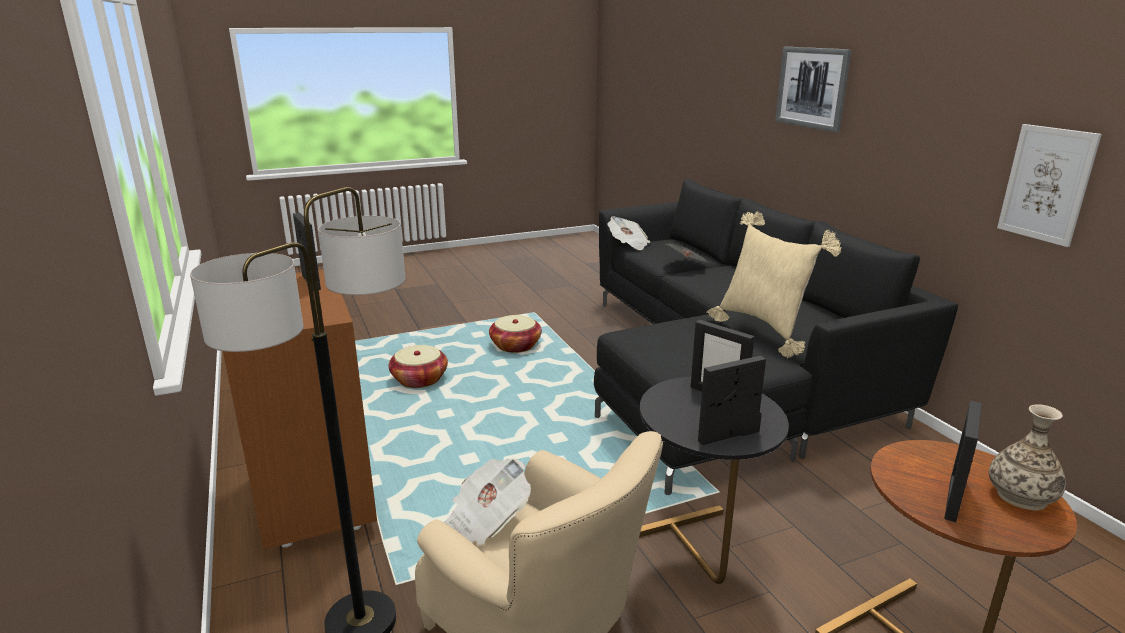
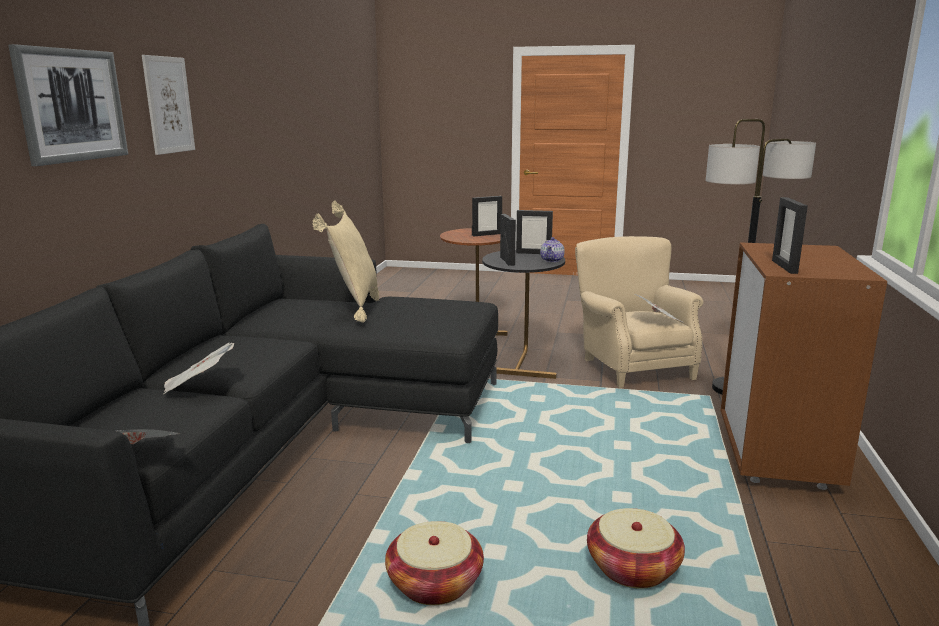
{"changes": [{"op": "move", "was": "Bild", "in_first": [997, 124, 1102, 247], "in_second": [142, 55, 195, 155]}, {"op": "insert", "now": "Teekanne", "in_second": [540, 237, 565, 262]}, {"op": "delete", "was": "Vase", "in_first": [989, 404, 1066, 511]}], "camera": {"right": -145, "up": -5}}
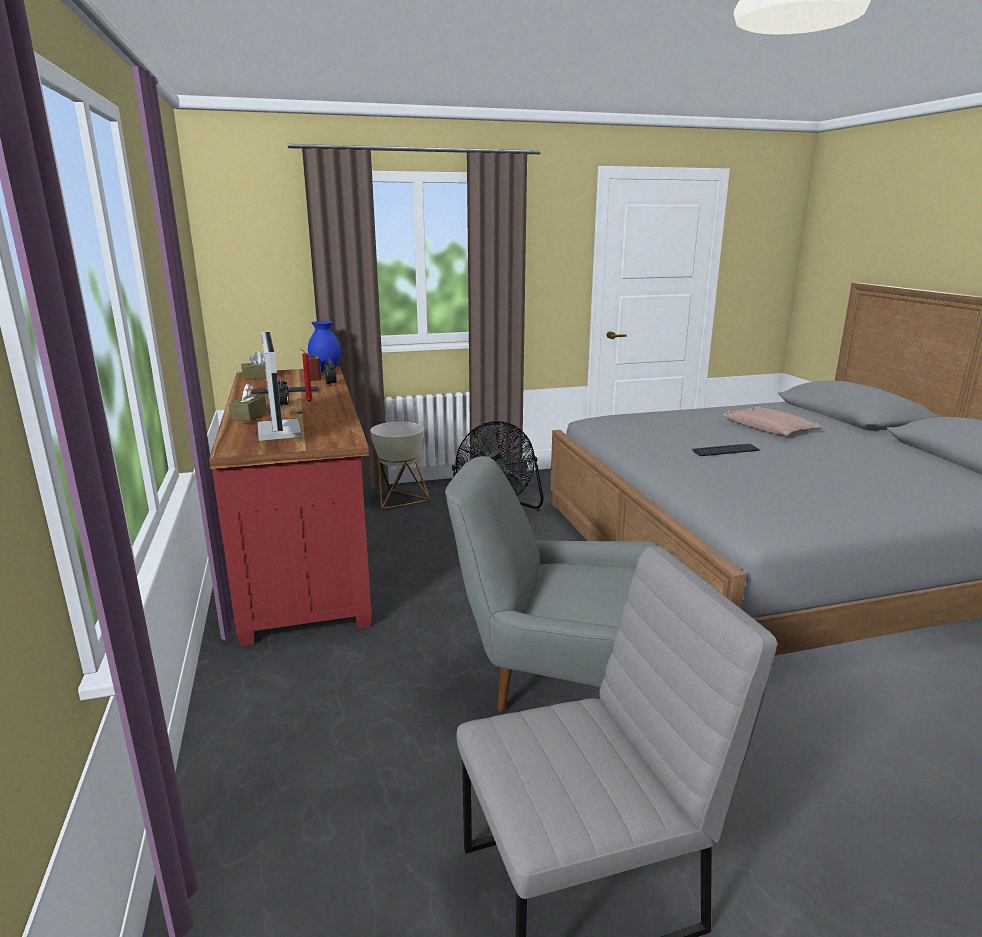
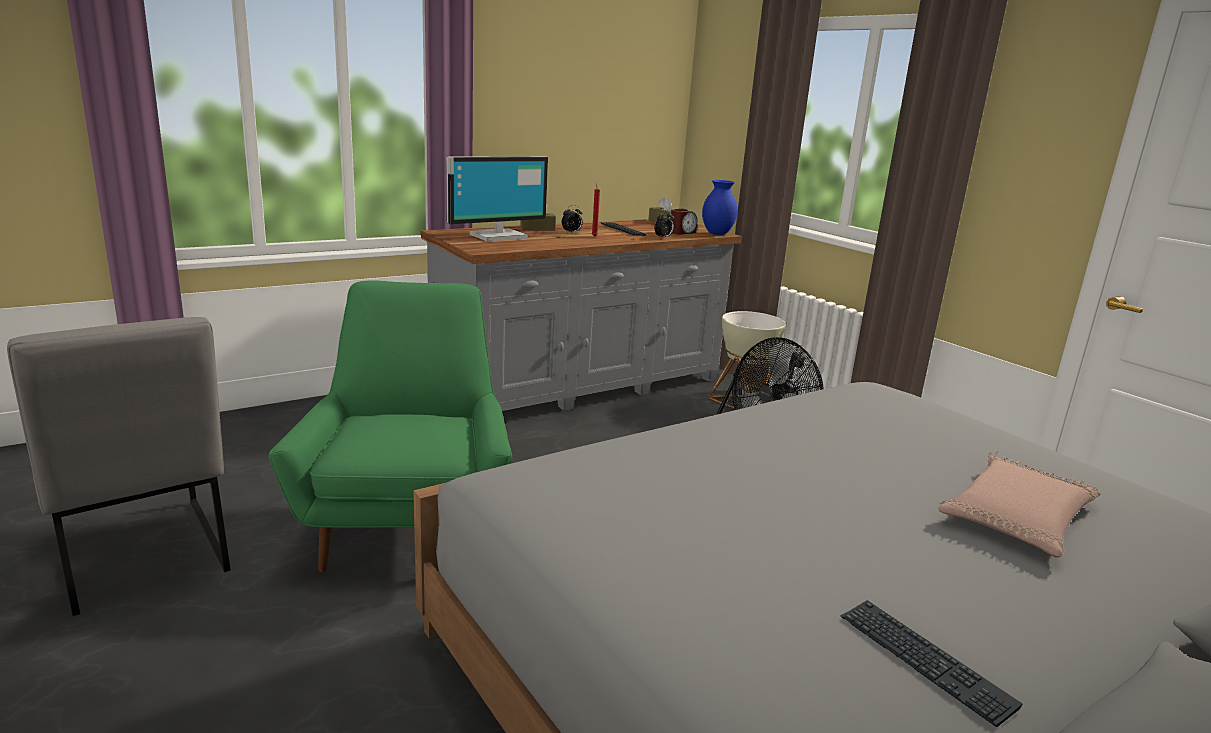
{"changes": [{"op": "recolor", "was": "Sessel/grau", "now": "Sessel/grün", "in_first": [445, 456, 658, 712], "in_second": [269, 280, 512, 572]}, {"op": "recolor", "was": "Kommode/rot", "now": "Kommode/grau", "in_first": [209, 367, 372, 646], "in_second": [421, 219, 742, 411]}, {"op": "move", "was": "Tastatur", "in_first": [692, 443, 760, 456], "in_second": [840, 600, 1023, 727]}], "camera": {"right": 70, "up": 0}}
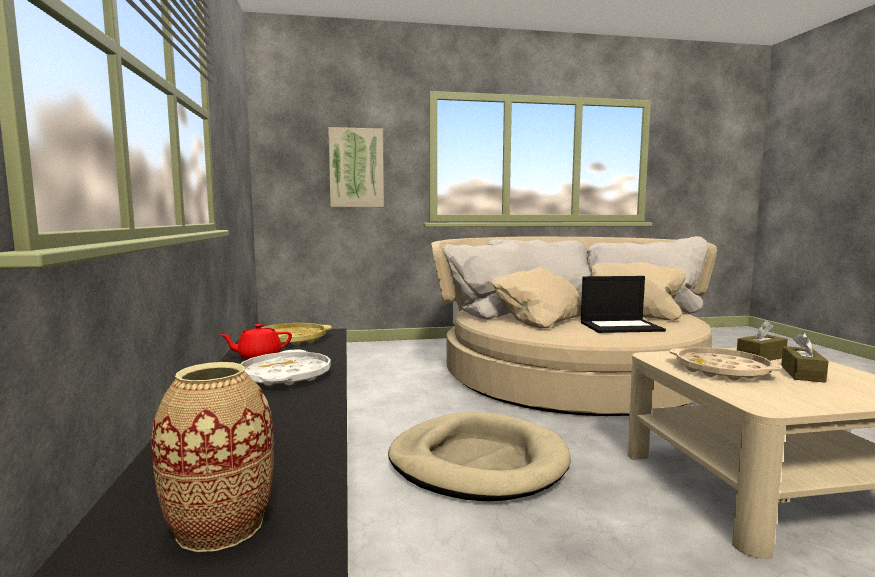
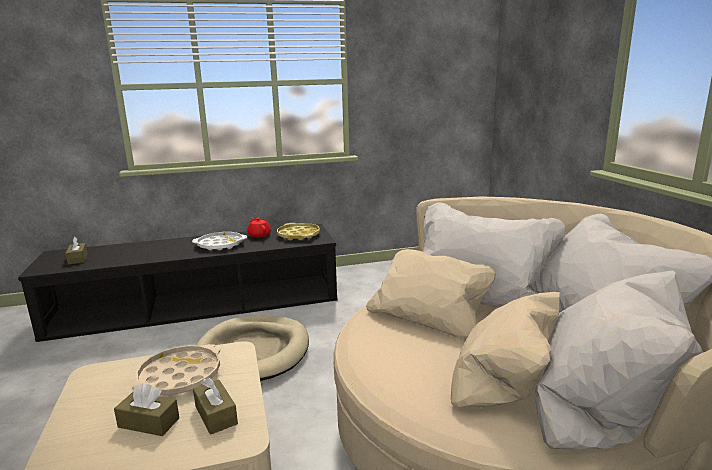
{"changes": [{"op": "replace", "was": "Vase", "now": "Taschentuchbox/braun", "in_first": [151, 362, 274, 552], "in_second": [65, 237, 88, 265]}, {"op": "delete", "was": "Bild", "in_first": [328, 127, 384, 207]}, {"op": "delete", "was": "Laptop", "in_first": [581, 276, 666, 333]}], "camera": {"right": 85, "up": 10}}
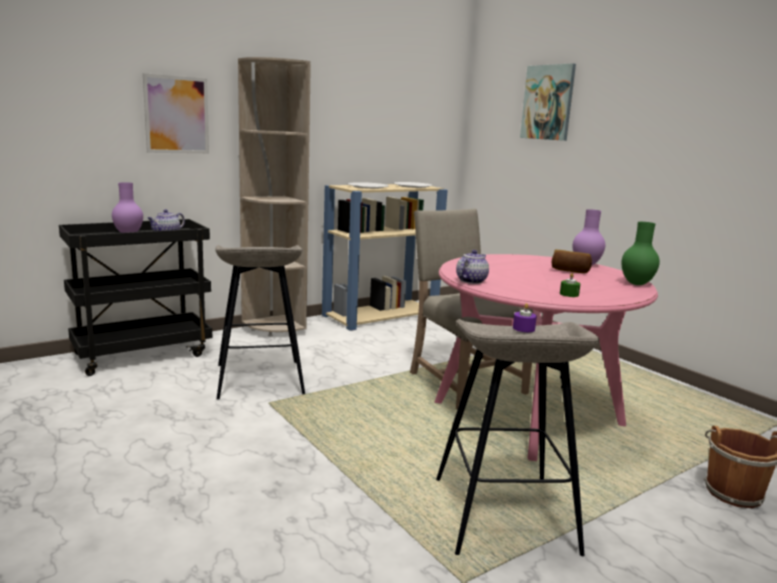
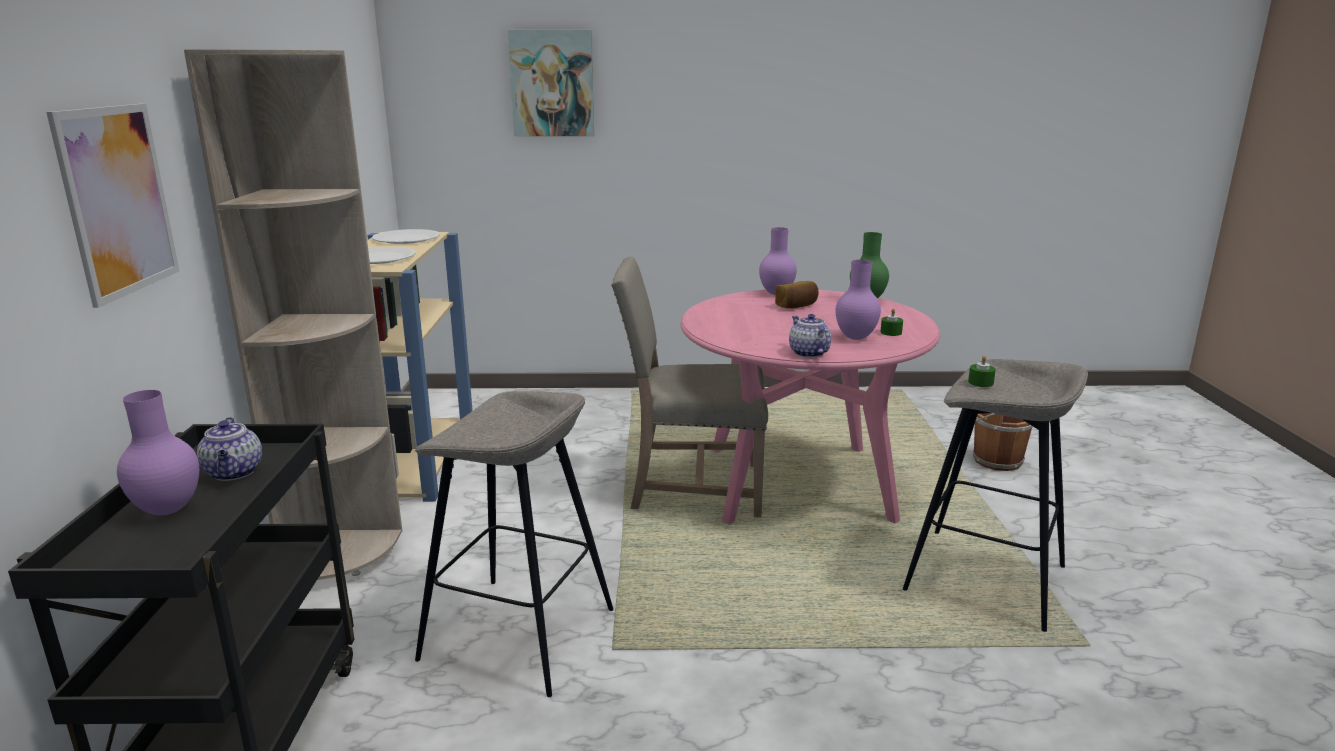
{"changes": [{"op": "insert", "now": "Vase/lila", "in_second": [835, 260, 881, 340]}, {"op": "recolor", "was": "Kerze/lila", "now": "Kerze/grün", "in_first": [513, 303, 537, 332], "in_second": [968, 355, 996, 387]}], "camera": {"right": -55, "up": 5}}
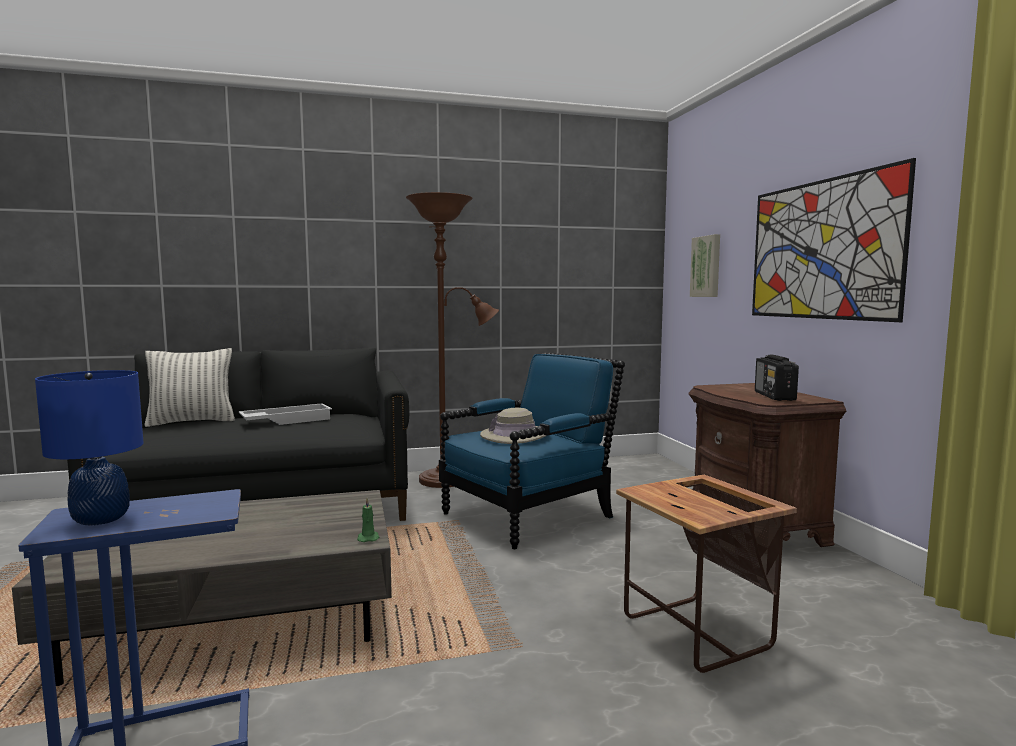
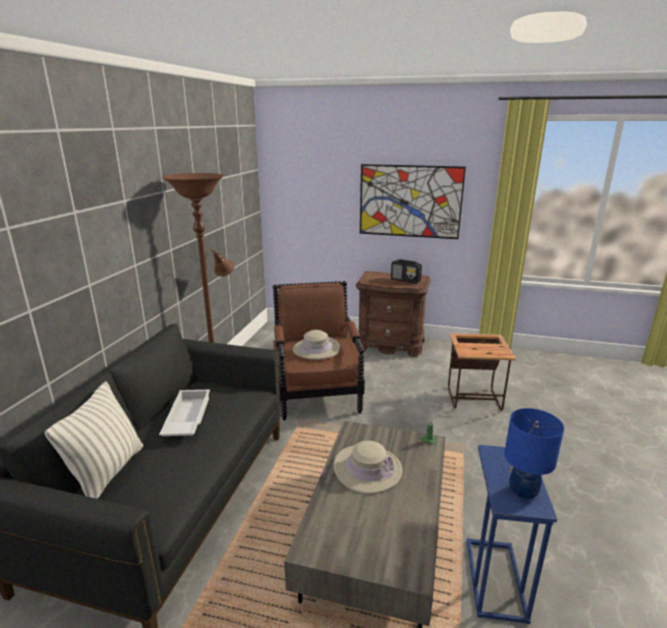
{"changes": [{"op": "recolor", "was": "Sessel/blau", "now": "Sessel/braun", "in_first": [439, 352, 625, 549], "in_second": [273, 281, 365, 420]}, {"op": "insert", "now": "Hut/beige", "in_second": [334, 441, 402, 494]}, {"op": "delete", "was": "Bild", "in_first": [690, 234, 720, 297]}], "camera": {"right": -60, "up": 15}}
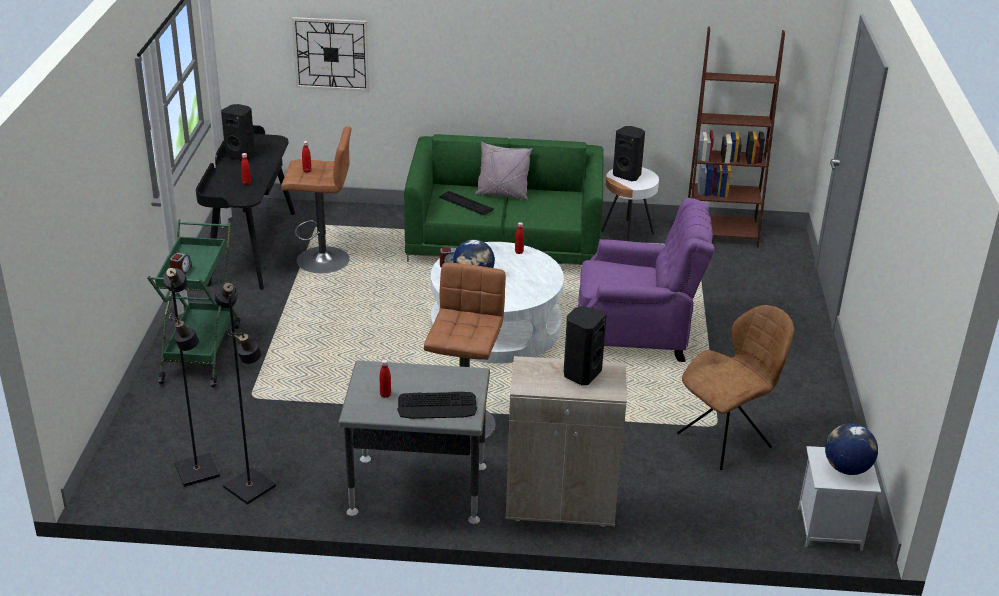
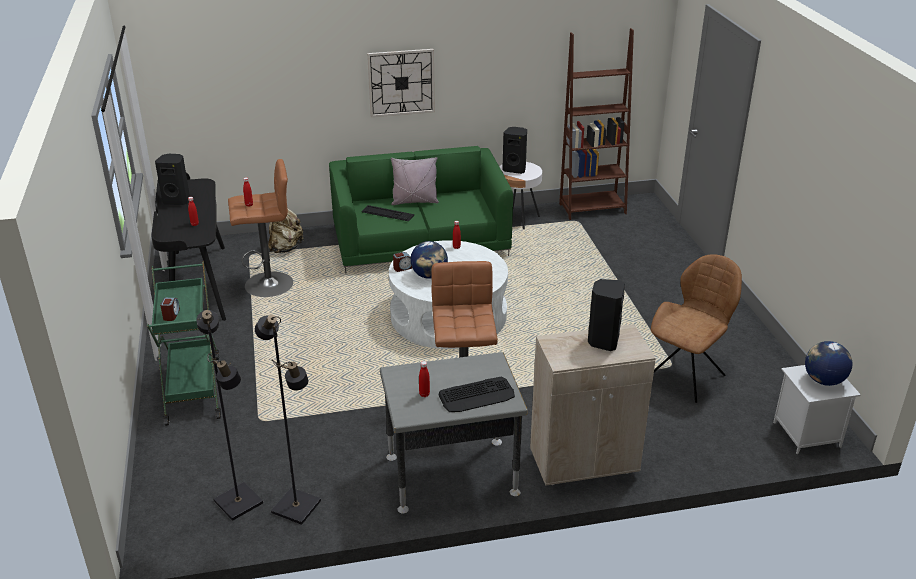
{"changes": [{"op": "insert", "now": "Rucksack/beige", "in_second": [268, 209, 304, 253]}, {"op": "move", "was": "Wanduhr", "in_first": [292, 17, 369, 92], "in_second": [367, 49, 435, 117]}, {"op": "delete", "was": "Sessel/lila", "in_first": [578, 198, 714, 362]}], "camera": {"right": -15, "up": 0}}
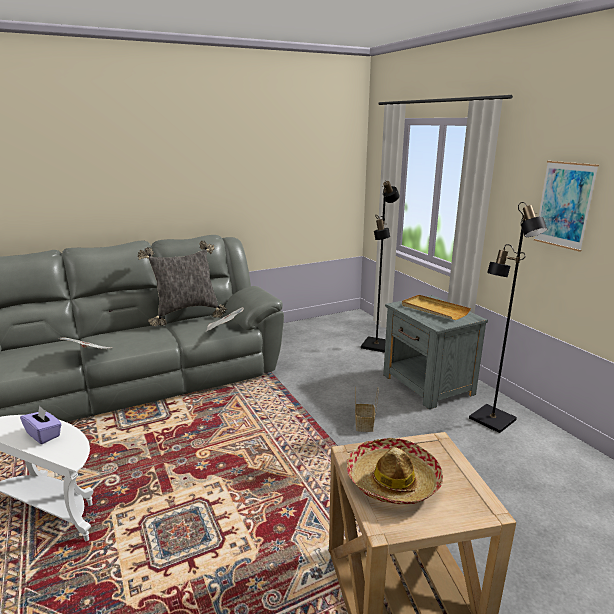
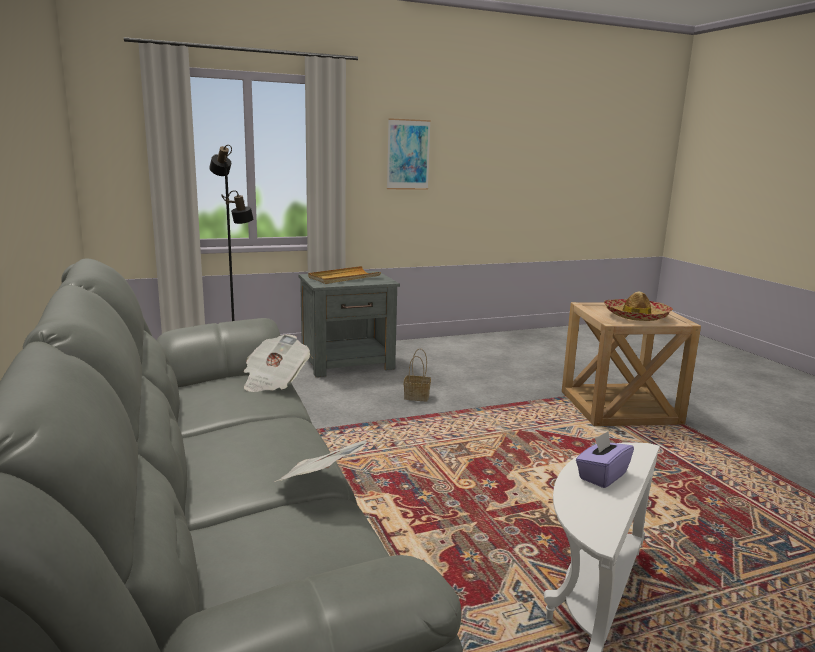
{"changes": [{"op": "delete", "was": "Kissen", "in_first": [138, 240, 228, 326]}, {"op": "delete", "was": "Stehlampe/schwarz", "in_first": [469, 202, 547, 433]}], "camera": {"right": -85, "up": -5}}
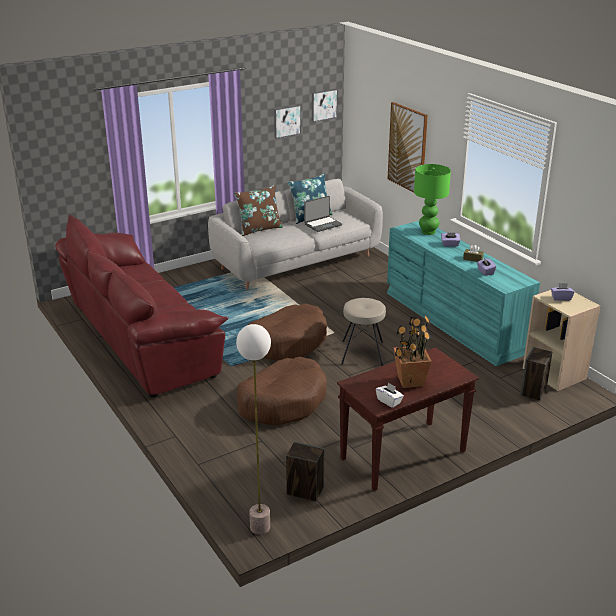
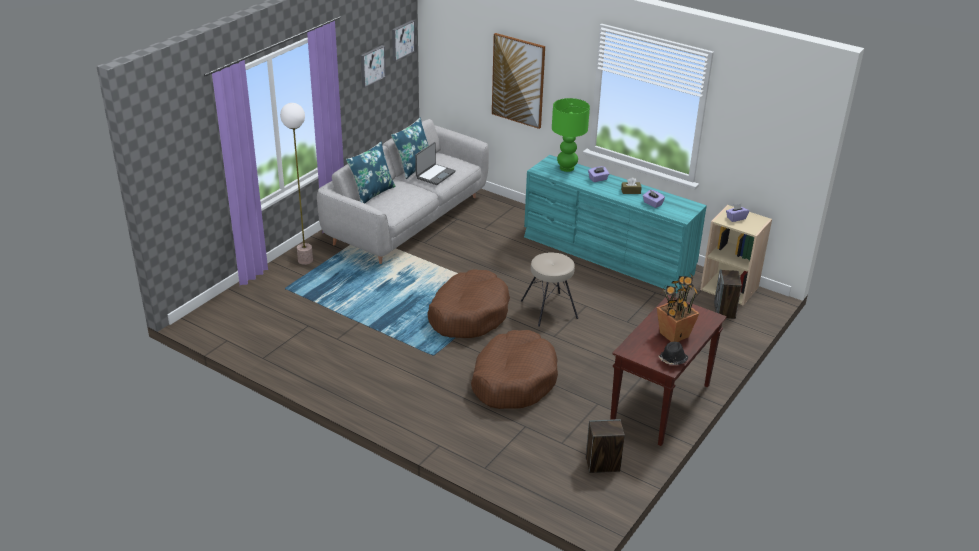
{"changes": [{"op": "move", "was": "Stehlampe", "in_first": [236, 324, 271, 535], "in_second": [280, 103, 313, 265]}, {"op": "recolor", "was": "Kissen/braun", "now": "Kissen/blau", "in_first": [234, 185, 283, 236], "in_second": [346, 141, 396, 203]}, {"op": "replace", "was": "Taschentuchbox/weiß", "now": "Hut/schwarz", "in_first": [376, 382, 404, 408], "in_second": [659, 342, 688, 365]}, {"op": "delete", "was": "Sofa/rot", "in_first": [55, 215, 229, 398]}], "camera": {"right": -25, "up": 5}}
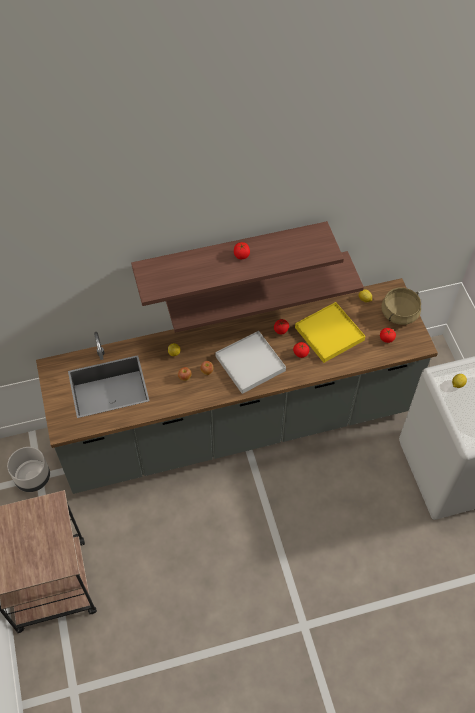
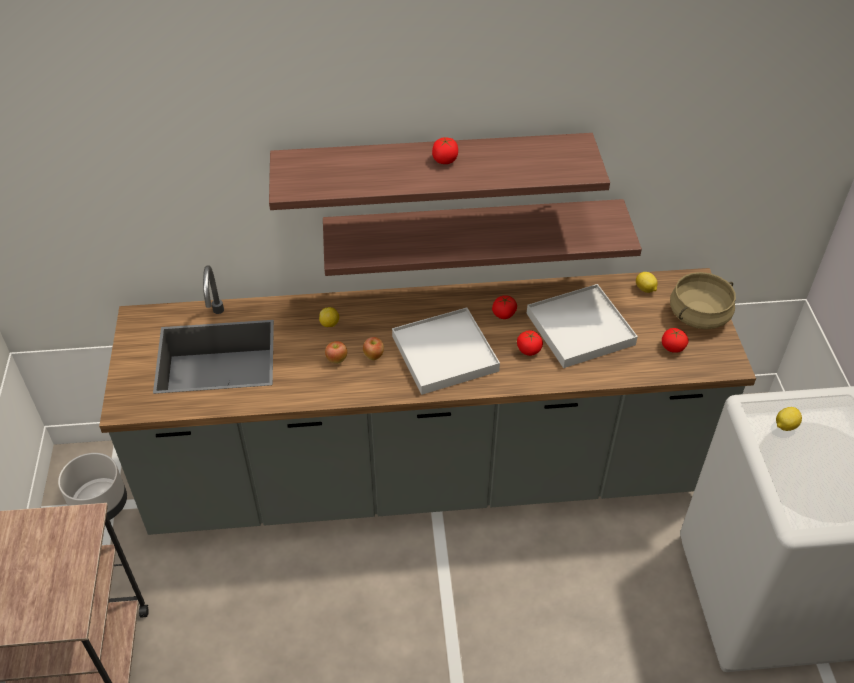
{"changes": [{"op": "recolor", "was": "Tablett/gelb", "now": "Tablett/weiß", "in_first": [295, 302, 365, 363], "in_second": [527, 284, 638, 368]}], "camera": {"right": 10, "up": -10}}
